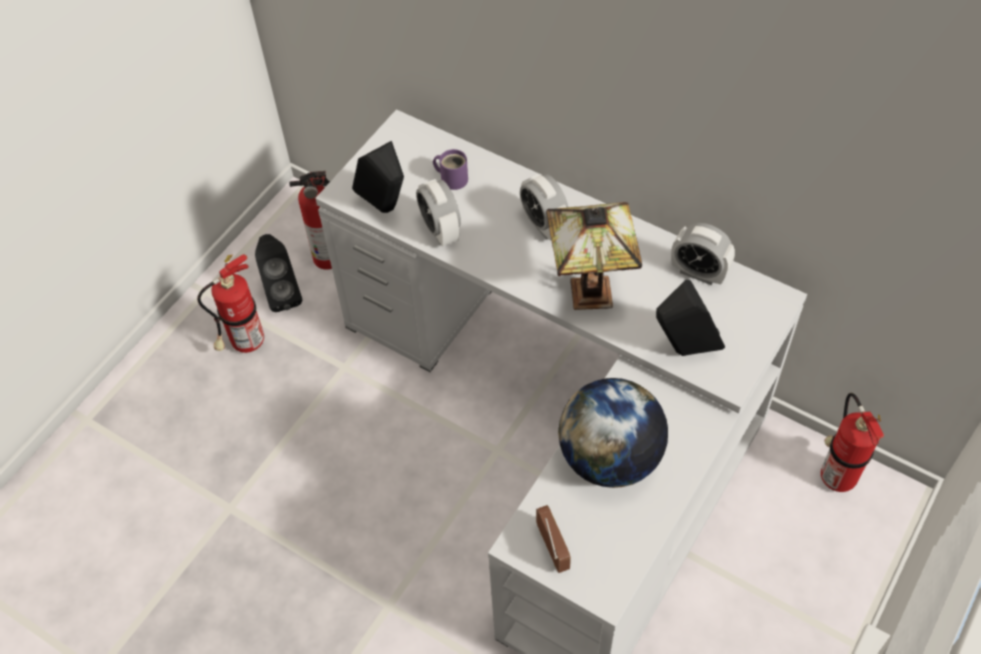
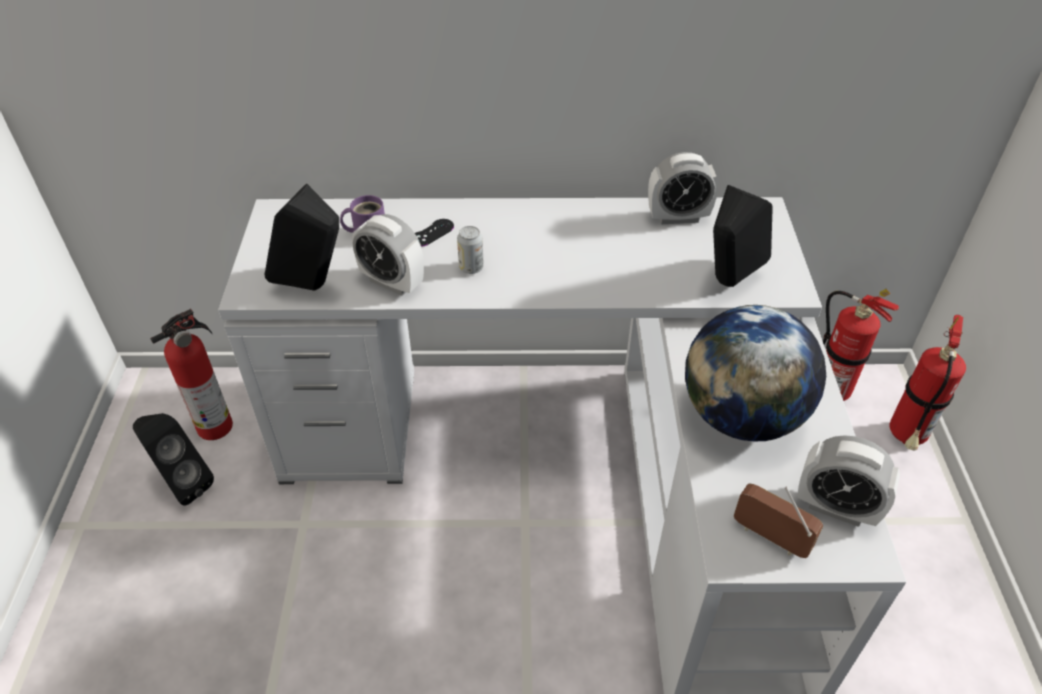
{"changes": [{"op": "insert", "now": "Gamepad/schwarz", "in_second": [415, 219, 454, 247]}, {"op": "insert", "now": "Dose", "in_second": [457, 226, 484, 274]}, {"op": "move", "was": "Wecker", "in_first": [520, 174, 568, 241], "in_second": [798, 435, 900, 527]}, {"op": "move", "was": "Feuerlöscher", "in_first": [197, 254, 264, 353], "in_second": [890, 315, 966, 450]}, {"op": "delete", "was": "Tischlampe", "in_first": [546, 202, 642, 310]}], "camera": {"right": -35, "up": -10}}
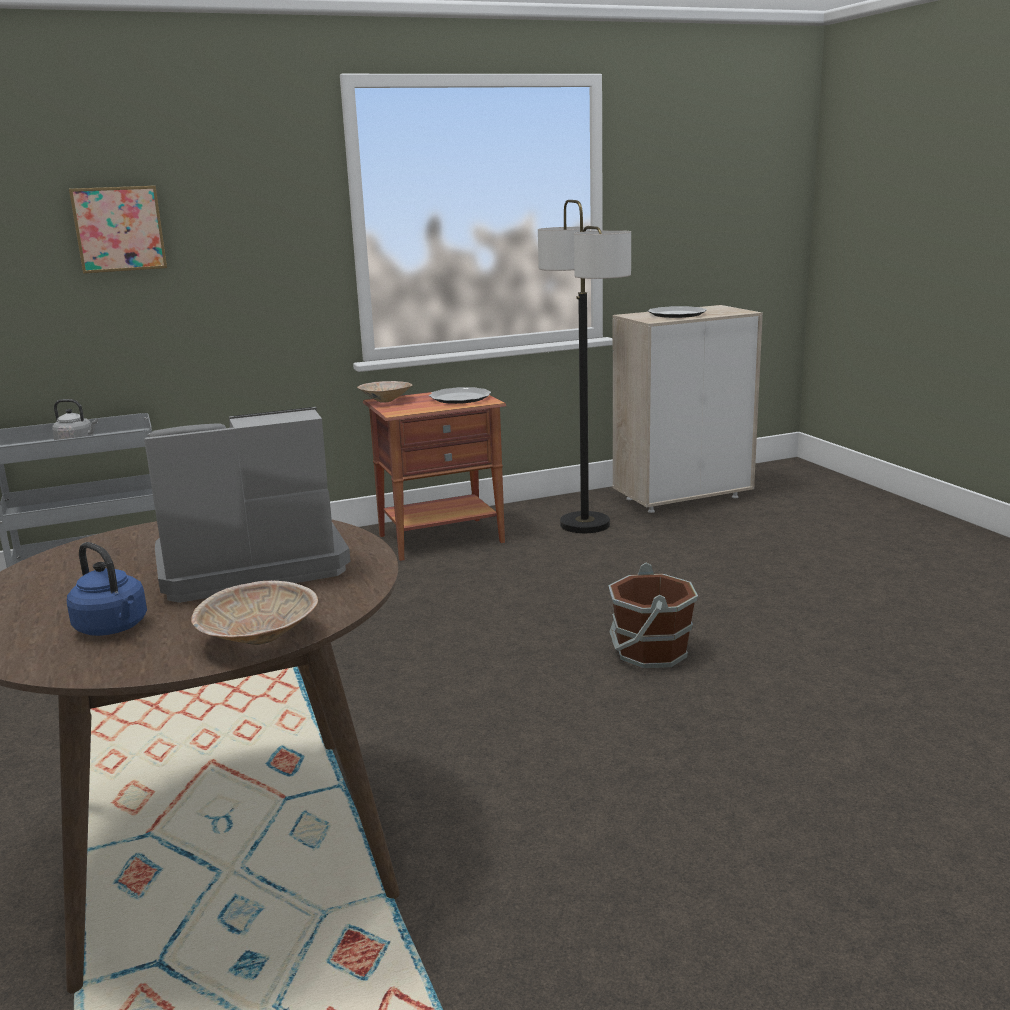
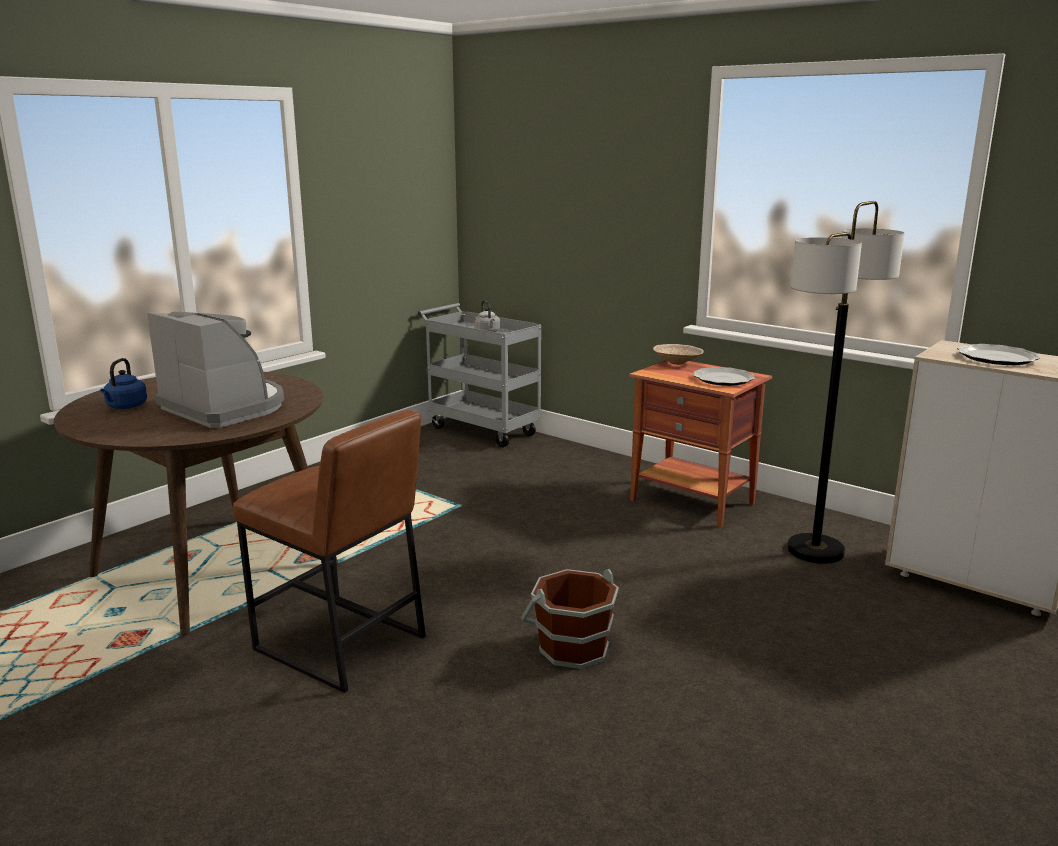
{"changes": [{"op": "insert", "now": "Stuhl/braun", "in_second": [233, 410, 425, 693]}, {"op": "delete", "was": "Bild", "in_first": [69, 186, 167, 274]}, {"op": "delete", "was": "Schüssel/beige", "in_first": [191, 581, 318, 645]}], "camera": {"right": 60, "up": 0}}
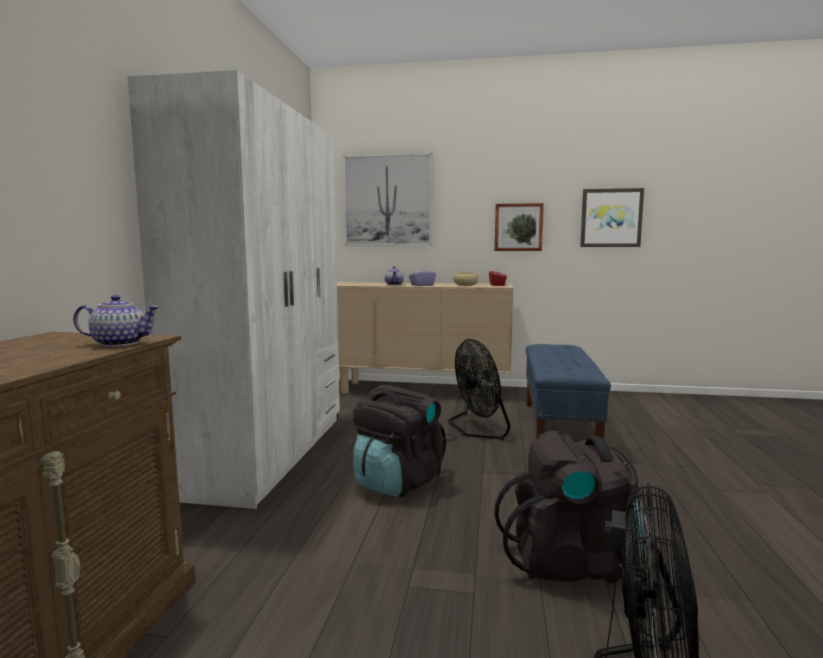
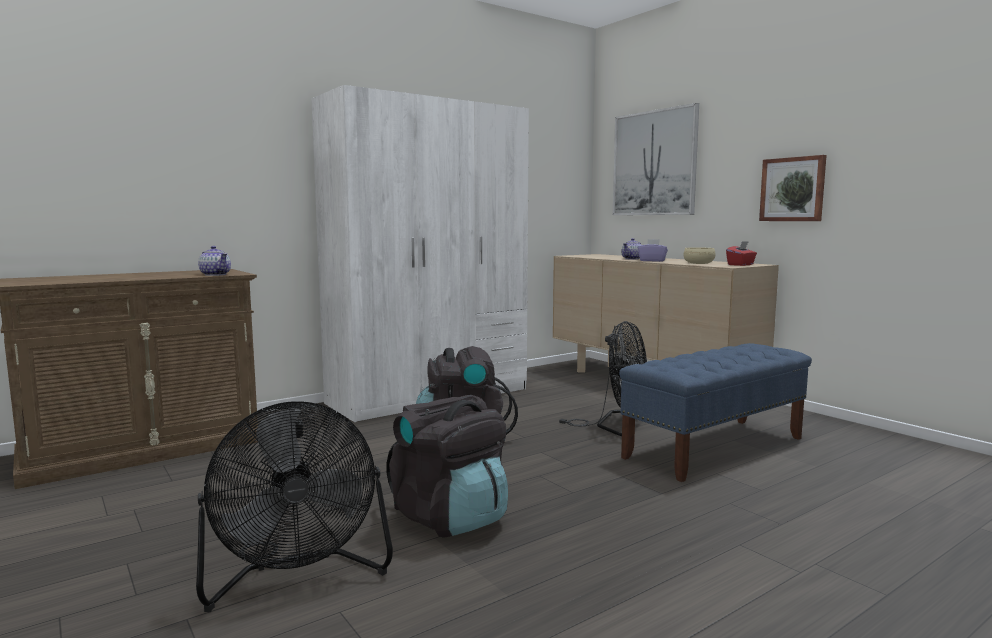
{"changes": [{"op": "delete", "was": "Bild", "in_first": [580, 188, 644, 247]}], "camera": {"right": 45, "up": 0}}
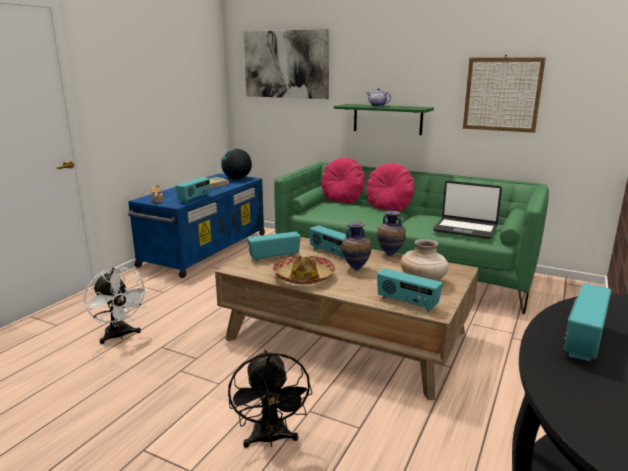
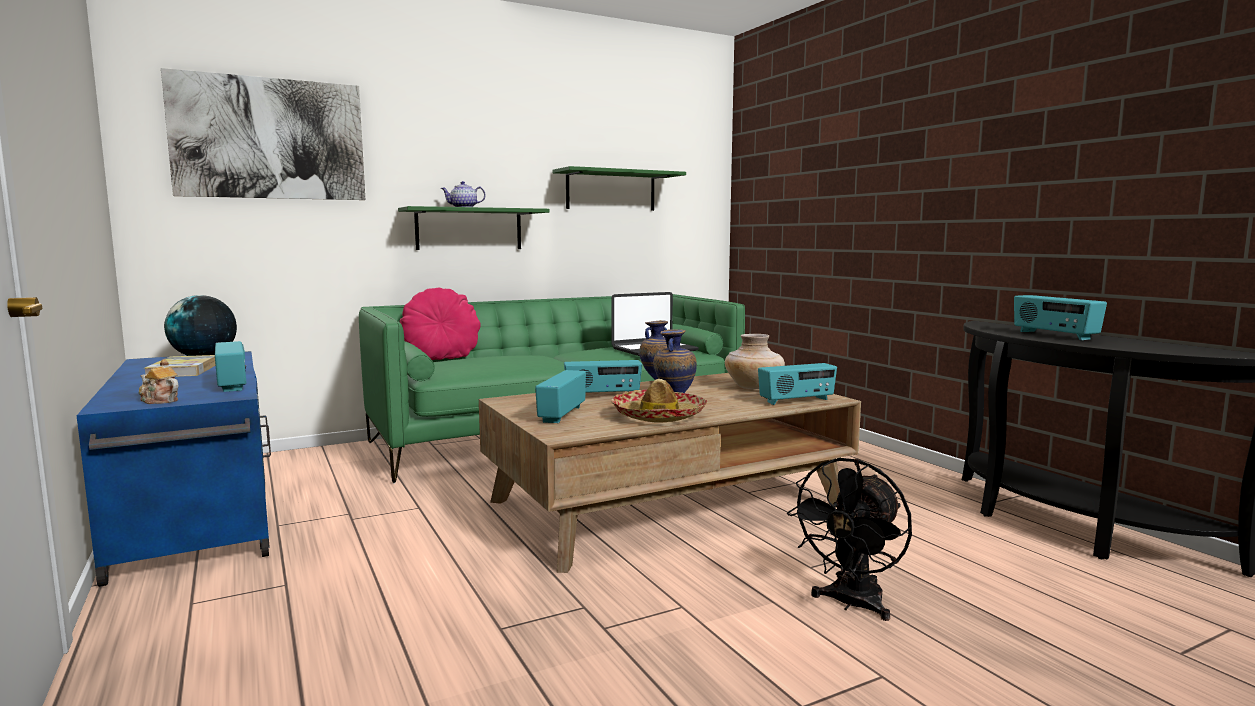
{"changes": [{"op": "replace", "was": "Bild", "now": "Wandregal/grün", "in_first": [463, 55, 546, 133], "in_second": [552, 166, 686, 211]}, {"op": "rotate", "was": "Ventilator/schwarz", "in_first": [228, 350, 312, 448], "in_second": [787, 458, 912, 621], "clockwise": 105}, {"op": "delete", "was": "Ventilator/weiß", "in_first": [84, 267, 148, 344]}, {"op": "delete", "was": "Kissen/rosa", "in_first": [366, 163, 414, 211]}], "camera": {"right": -55, "up": -10}}
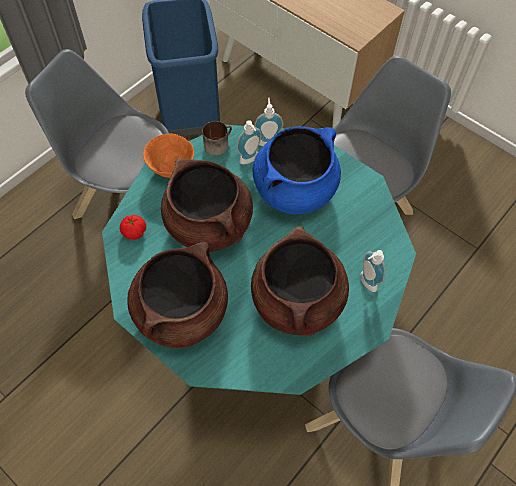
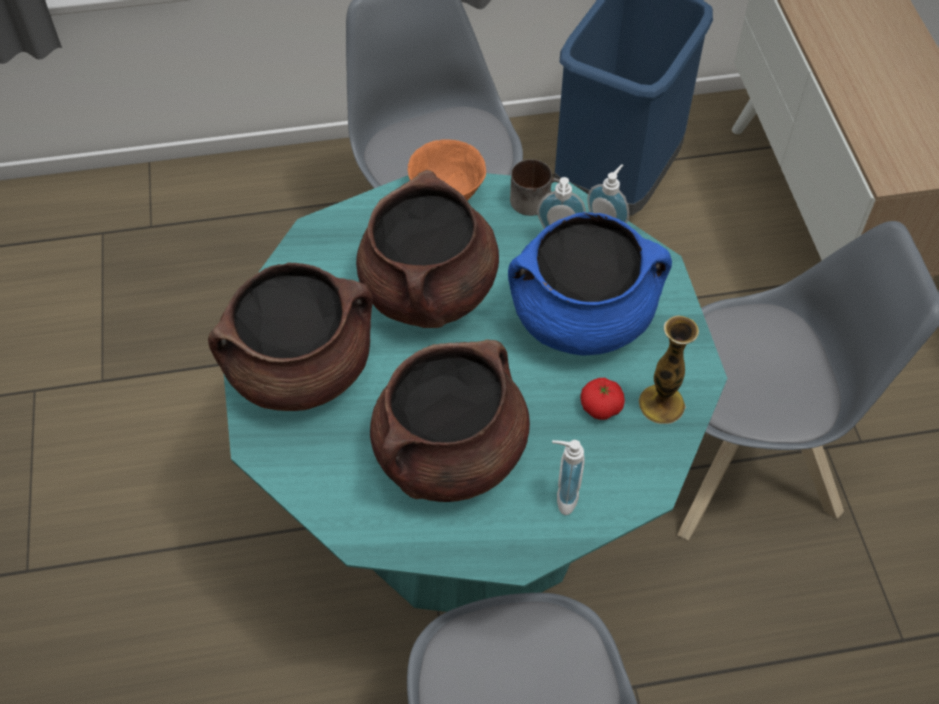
{"changes": [{"op": "move", "was": "Tomate", "in_first": [120, 215, 146, 240], "in_second": [580, 378, 625, 420]}, {"op": "insert", "now": "Vase", "in_second": [639, 315, 699, 424]}], "camera": {"right": 40, "up": -5}}
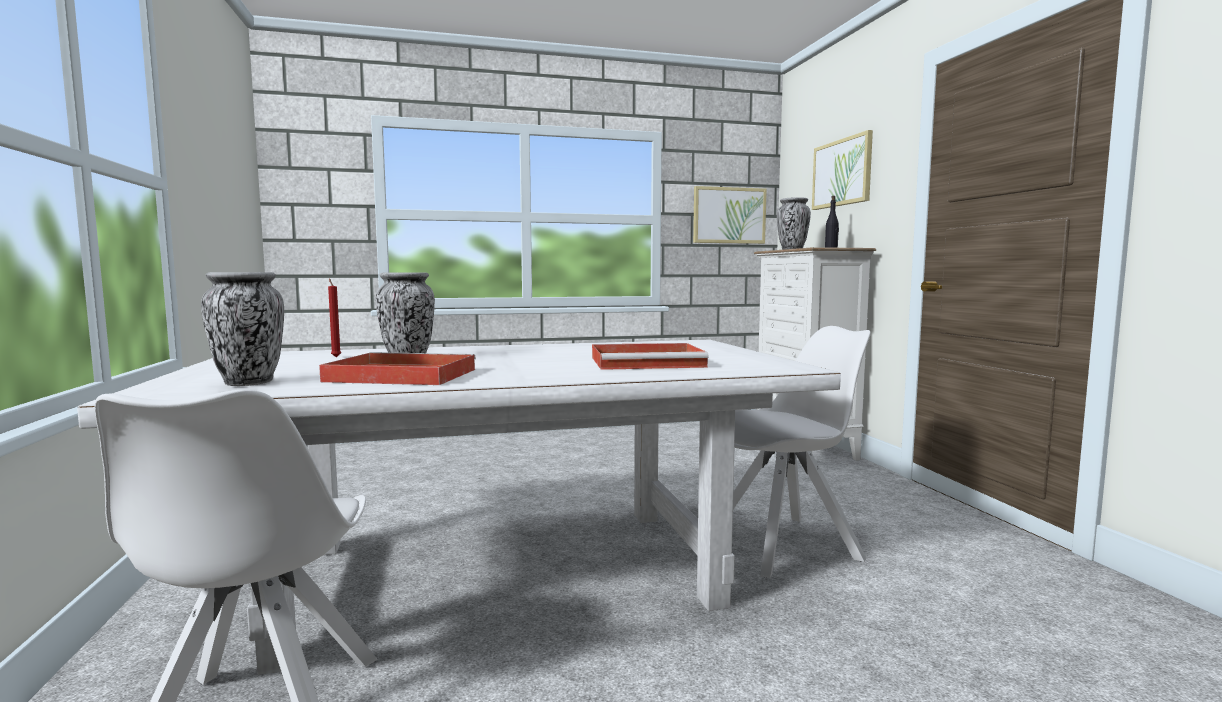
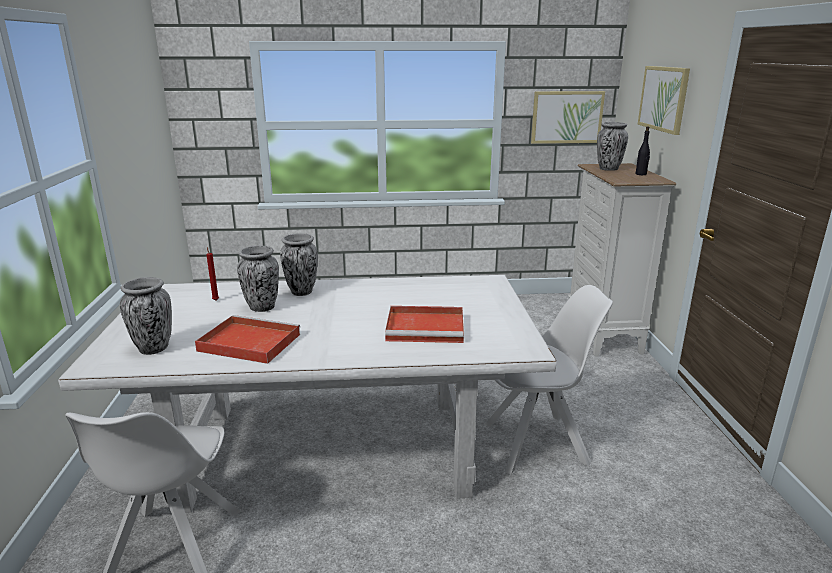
{"changes": [{"op": "insert", "now": "Vase", "in_second": [280, 233, 318, 296]}], "camera": {"right": 10, "up": 15}}
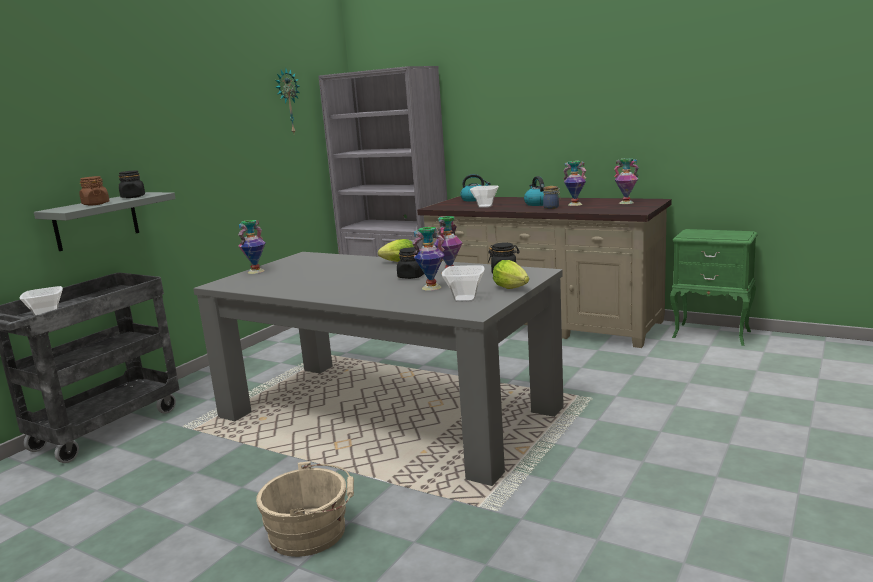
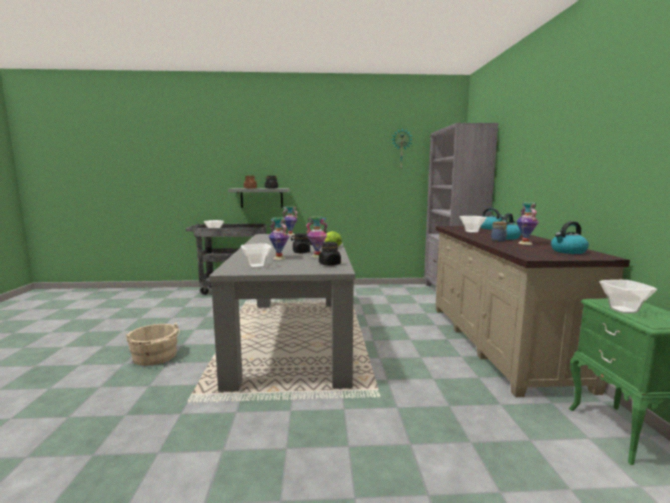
{"changes": [{"op": "replace", "was": "Vase", "now": "Wasserkessel", "in_first": [614, 158, 639, 204], "in_second": [551, 221, 589, 254]}, {"op": "insert", "now": "Schüssel", "in_second": [599, 280, 657, 314]}, {"op": "delete", "was": "Salatkopf", "in_first": [493, 260, 529, 289]}], "camera": {"right": 55, "up": -5}}
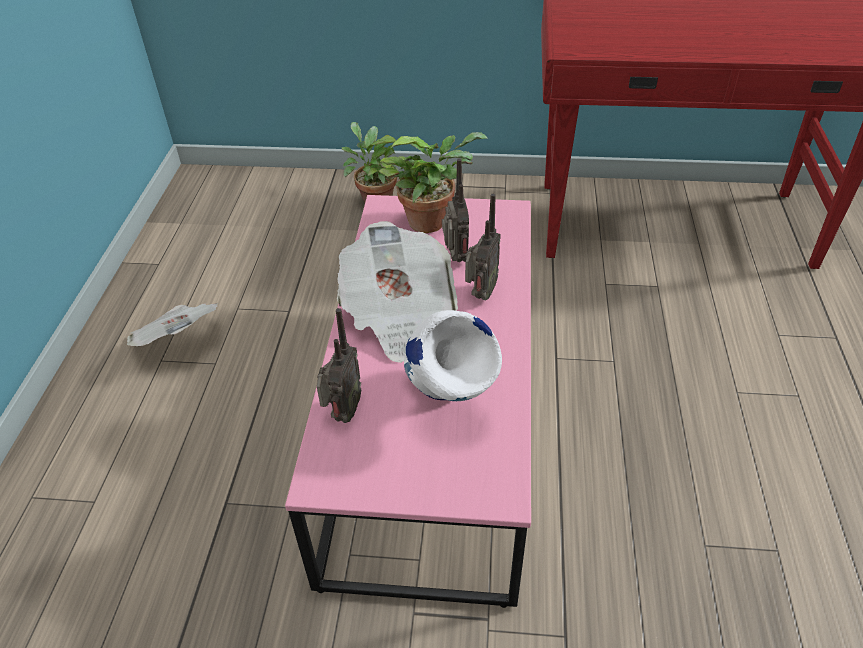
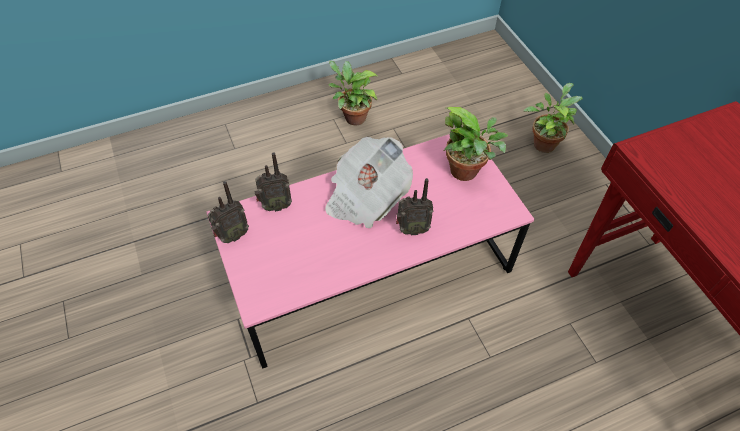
{"changes": [{"op": "move", "was": "Radio", "in_first": [442, 158, 469, 262], "in_second": [208, 181, 249, 243]}, {"op": "replace", "was": "Zeitung", "now": "Topfpflanze", "in_first": [127, 303, 218, 346], "in_second": [329, 61, 378, 125]}, {"op": "delete", "was": "Vase/weiß", "in_first": [404, 310, 502, 401]}], "camera": {"right": 60, "up": 10}}
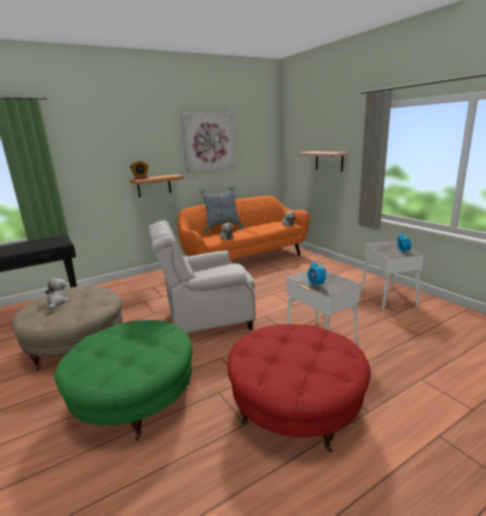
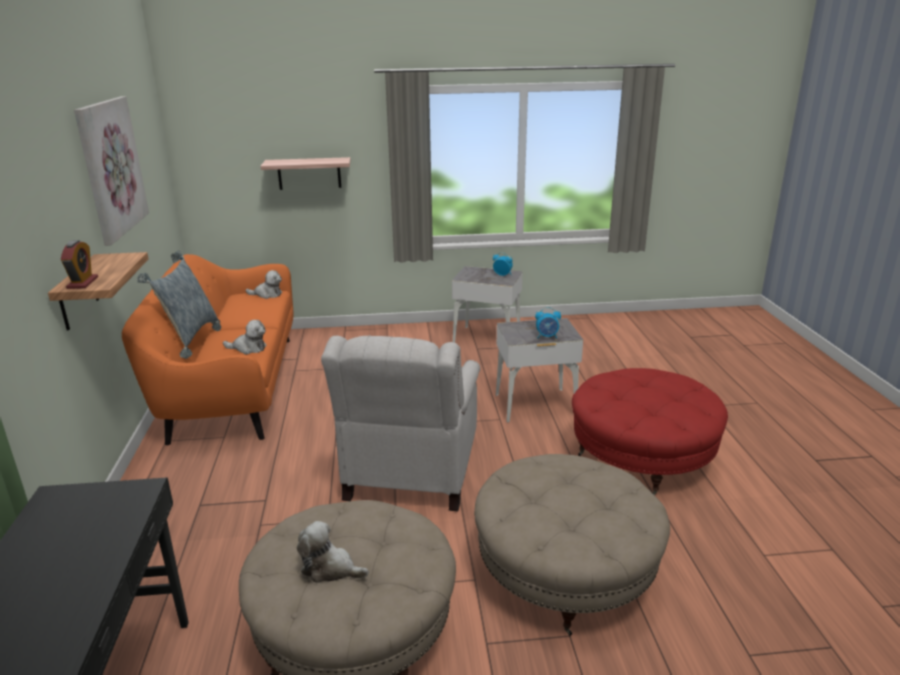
{"changes": [{"op": "recolor", "was": "Polsterhocker/grün", "now": "Polsterhocker/beige", "in_first": [55, 320, 193, 440], "in_second": [474, 454, 670, 636]}], "camera": {"right": -65, "up": 5}}
